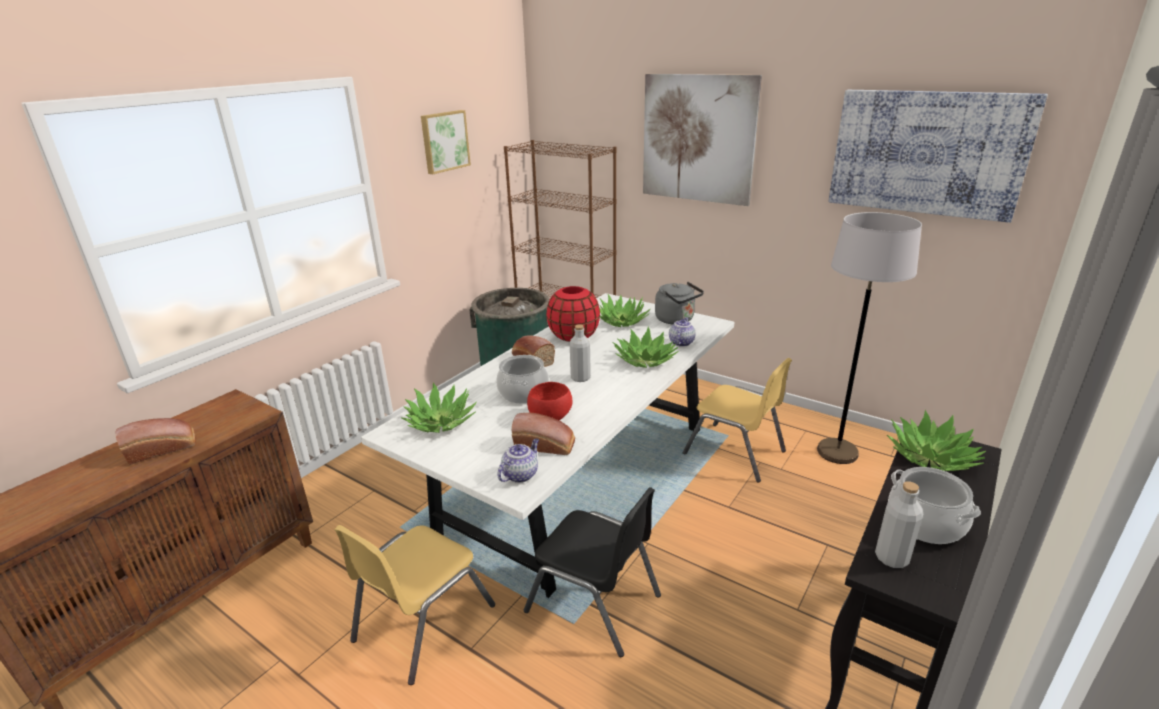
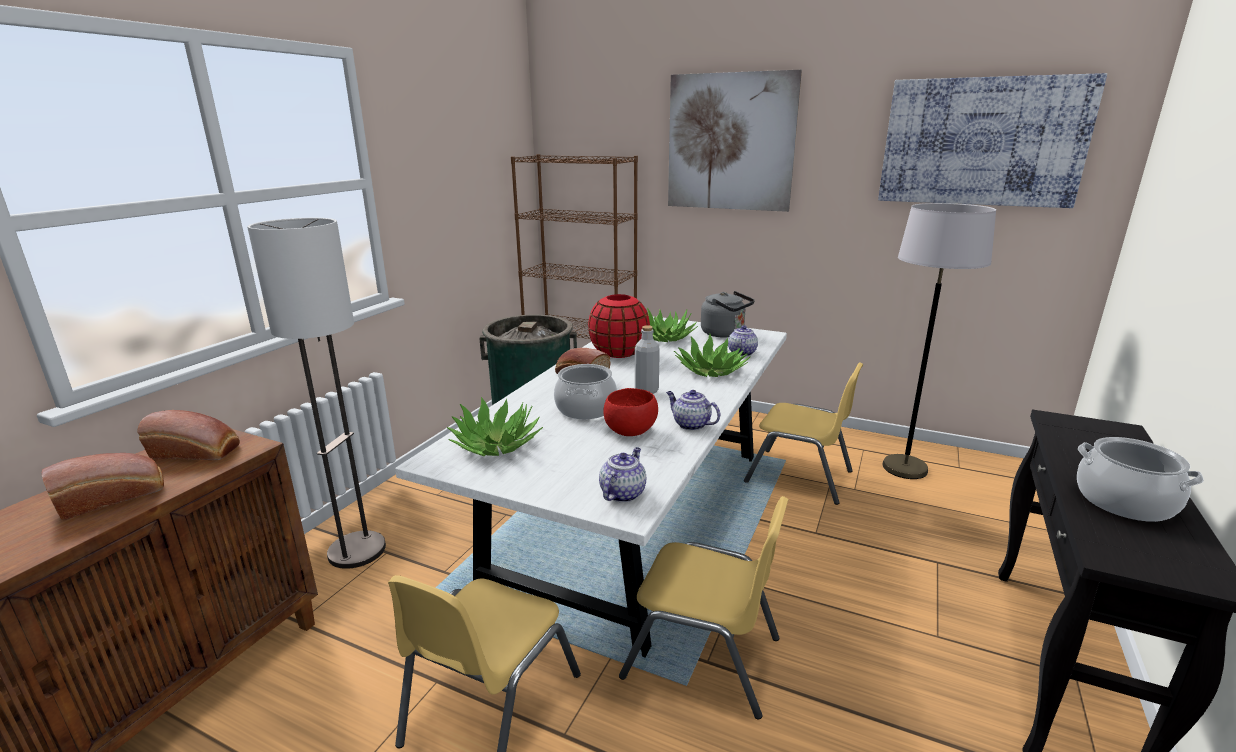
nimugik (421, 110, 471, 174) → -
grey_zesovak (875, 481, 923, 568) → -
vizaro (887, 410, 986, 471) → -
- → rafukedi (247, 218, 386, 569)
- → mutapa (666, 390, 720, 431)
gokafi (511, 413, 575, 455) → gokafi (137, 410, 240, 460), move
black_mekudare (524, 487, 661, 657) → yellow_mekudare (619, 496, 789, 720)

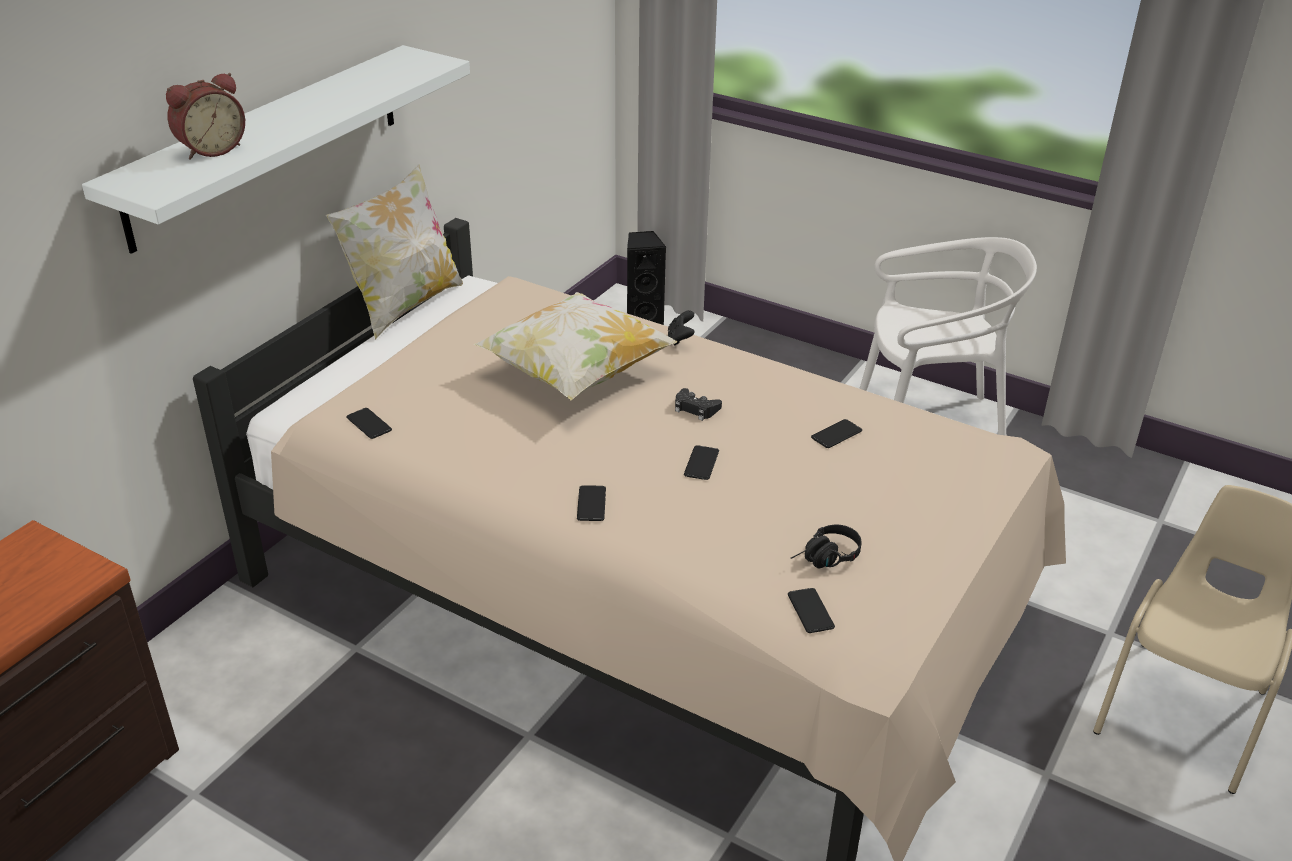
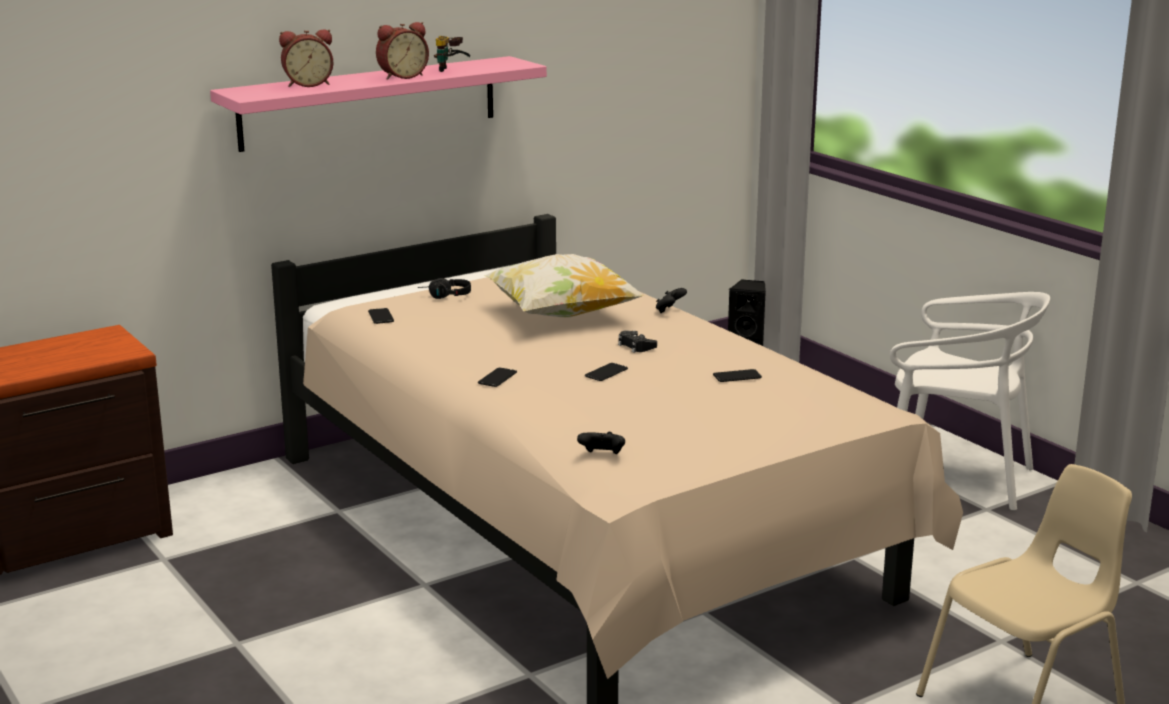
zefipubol (326, 164, 463, 340) → -
- → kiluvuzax (376, 22, 429, 80)
- → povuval (434, 36, 470, 72)
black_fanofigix (791, 525, 862, 569) → black_fanofigix (418, 278, 471, 299), move
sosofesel (788, 588, 835, 633) → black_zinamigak (577, 432, 625, 454)
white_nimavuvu (82, 45, 470, 254) → pink_nimavuvu (210, 56, 547, 152)

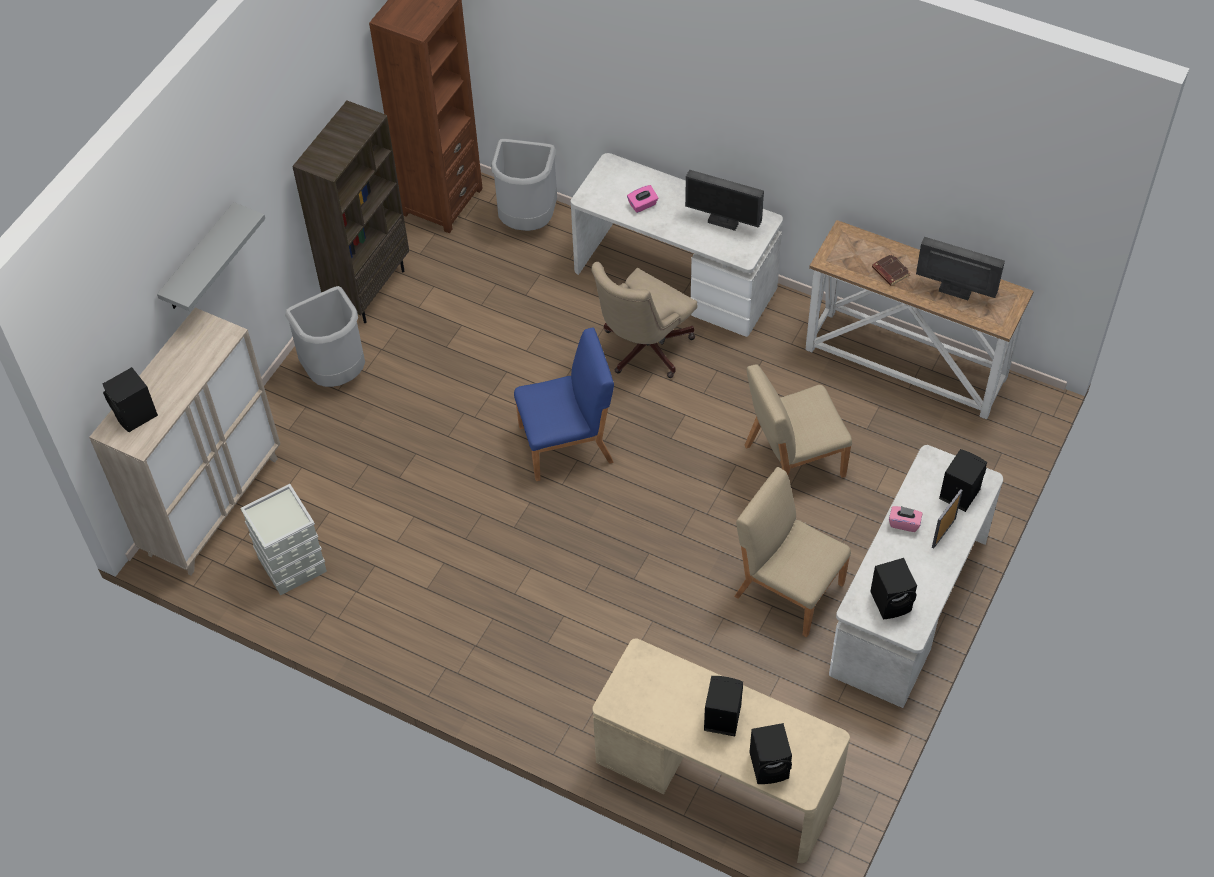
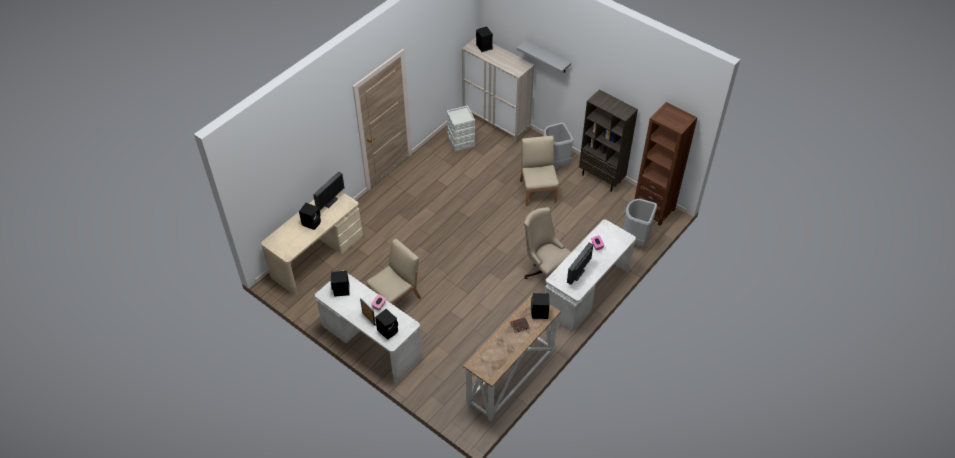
blue_mekudare (514, 327, 614, 481) → -
beige_mekudare (744, 364, 852, 478) → beige_mekudare (520, 136, 559, 206), move
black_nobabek (750, 723, 792, 784) → black_nobabek (531, 293, 549, 319), move
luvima (916, 237, 1005, 300) → luvima (313, 172, 345, 211), move

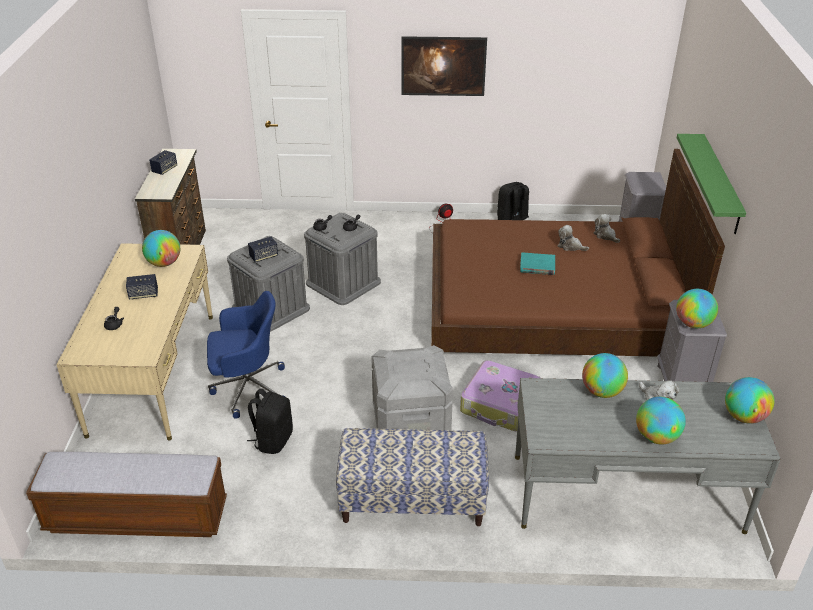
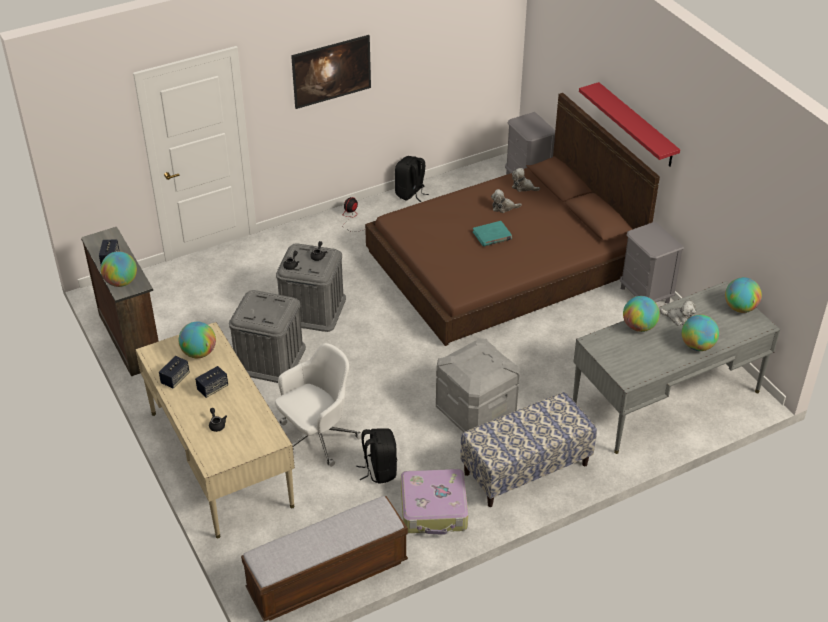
nobabek (248, 237, 278, 262) → nobabek (159, 356, 190, 388), move
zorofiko (460, 360, 541, 431) → zorofiko (401, 469, 468, 535), move
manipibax (676, 289, 718, 328) → manipibax (101, 251, 137, 287), move
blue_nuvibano (207, 291, 285, 419) → white_nuvibano (275, 343, 362, 467)
green_nimavuvu (677, 134, 746, 234) → red_nimavuvu (579, 82, 680, 167)

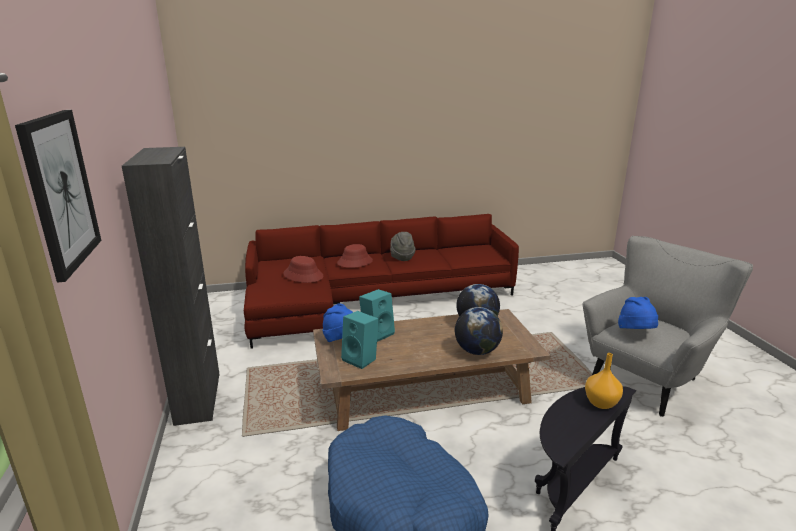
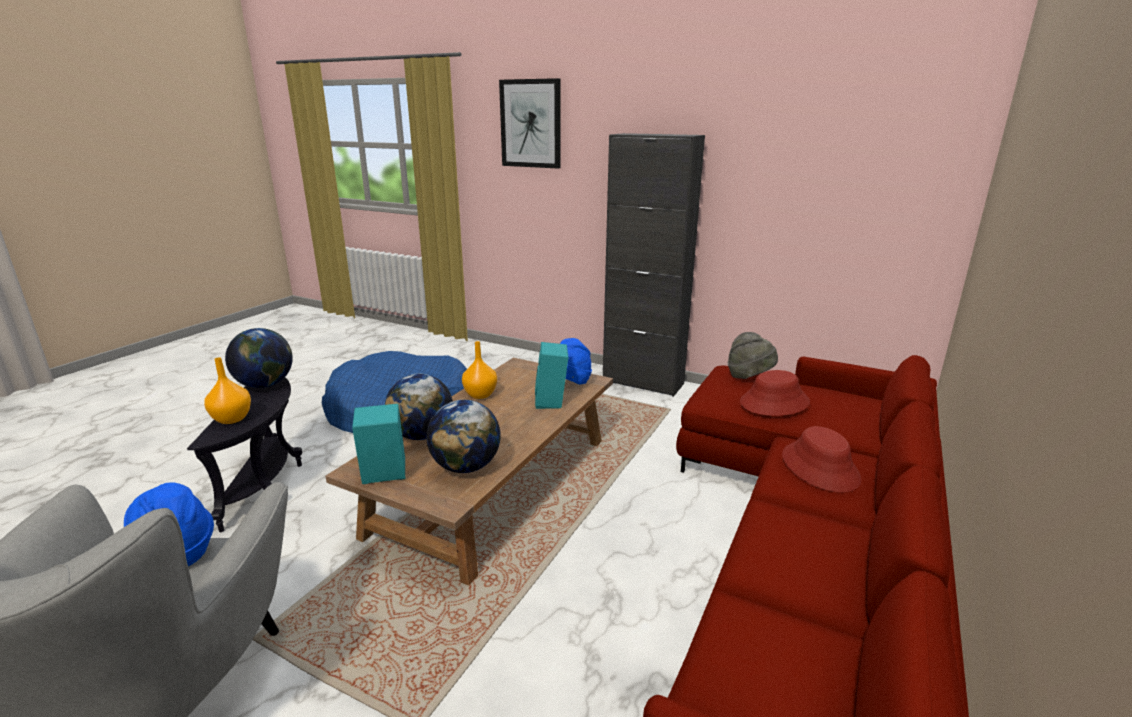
- → manipibax (225, 328, 293, 388)
- → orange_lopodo (462, 341, 497, 399)
turquoise_nobabek (341, 311, 379, 369) → turquoise_nobabek (352, 404, 405, 484), move
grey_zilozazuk (390, 232, 415, 261) → grey_zilozazuk (728, 332, 778, 379), move

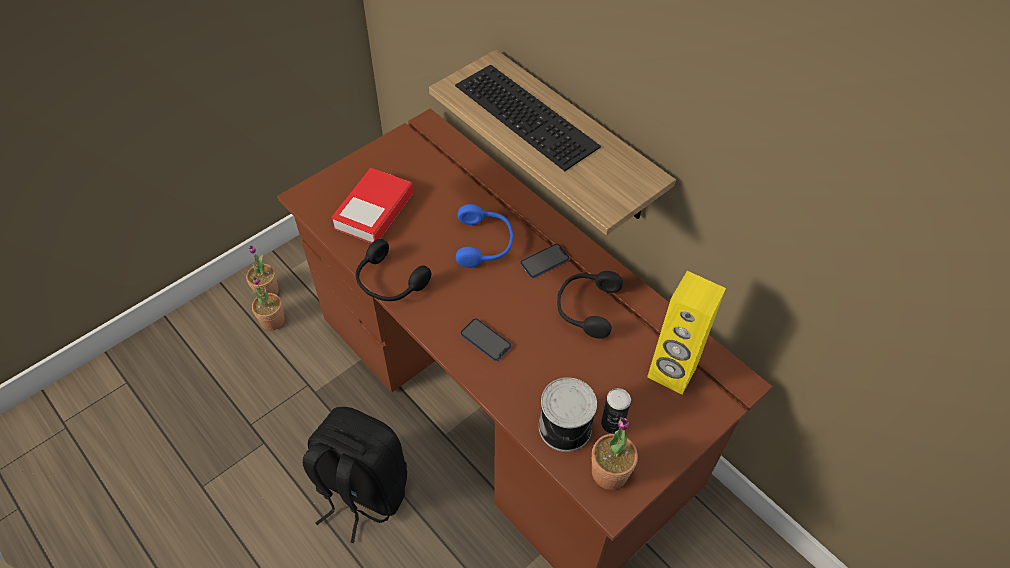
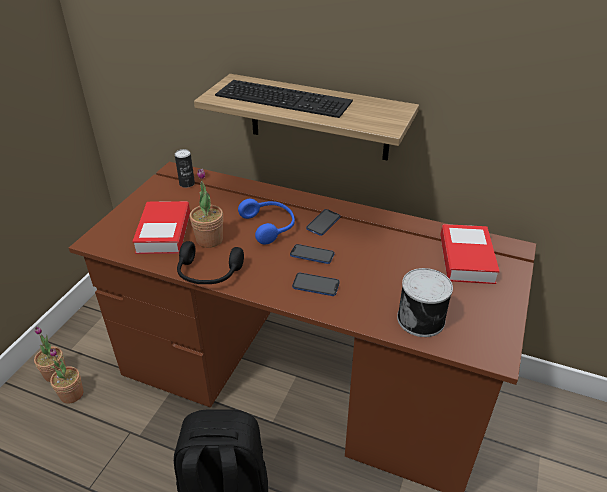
black_fanofigix (557, 271, 623, 339) → -
- → sosofesel (290, 244, 335, 264)
vizaro (592, 418, 638, 490) → vizaro (190, 168, 223, 248), move
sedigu (601, 388, 631, 434) → sedigu (175, 149, 195, 188), move
yellow_nobabek (647, 271, 726, 395) → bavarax (440, 224, 500, 284)

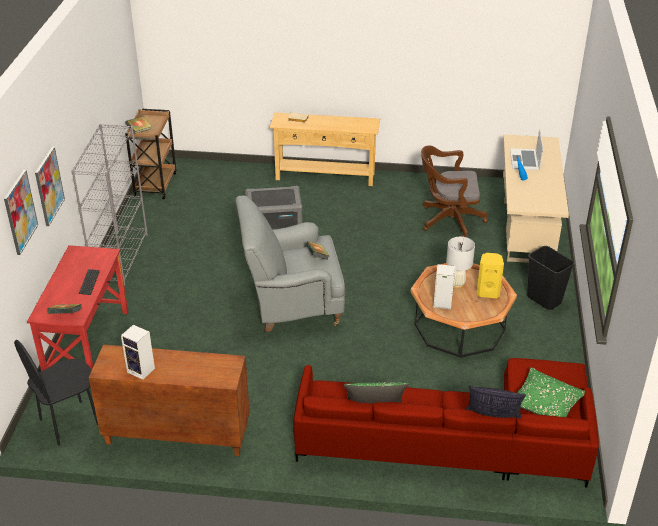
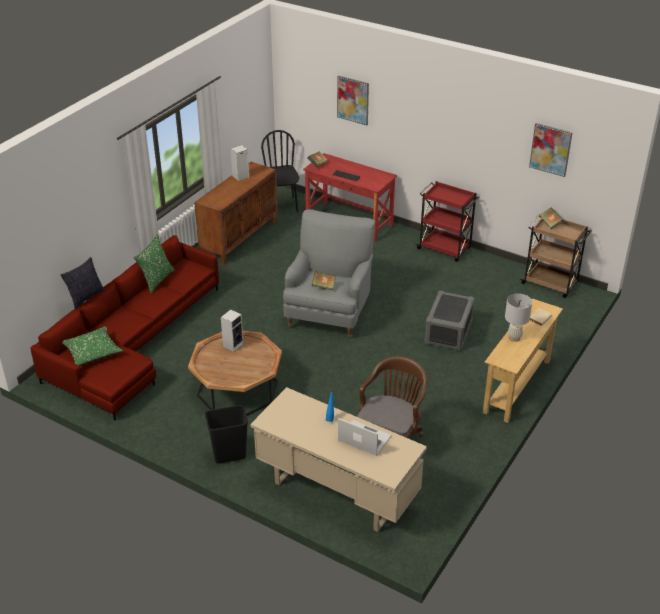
yellow_nobabek (476, 253, 504, 298) → -
nimugik (35, 147, 65, 226) → nimugik (529, 123, 573, 177), move
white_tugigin (446, 237, 475, 289) → white_tugigin (505, 293, 532, 342), move
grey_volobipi (71, 124, 148, 286) → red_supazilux (416, 181, 479, 262)

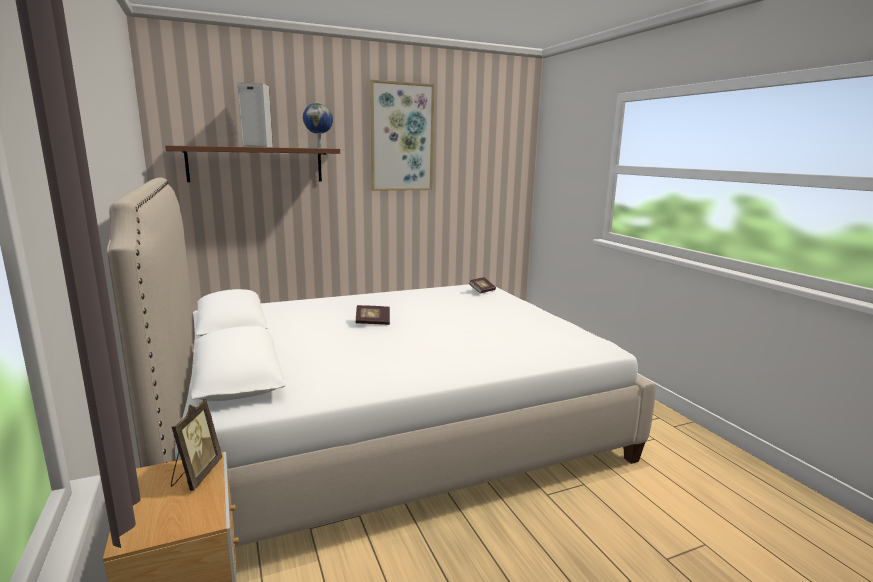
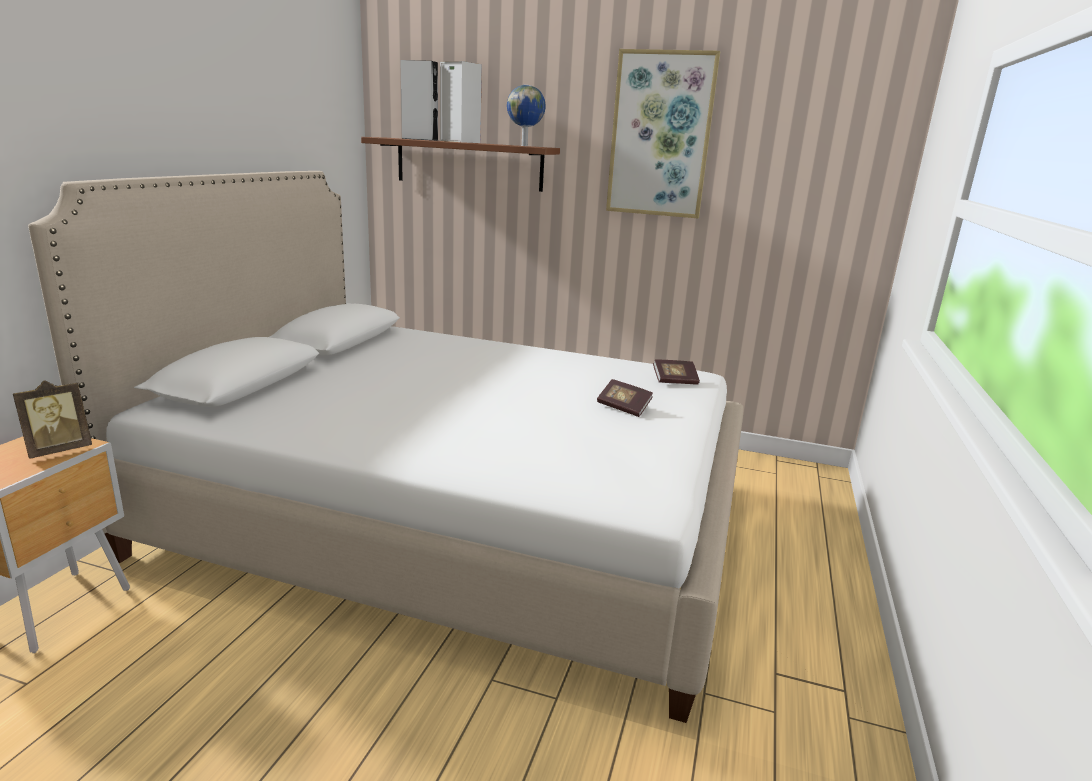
- → grey_nobabek (400, 60, 438, 141)
bavarax (356, 305, 390, 325) → bavarax (597, 379, 653, 417), move

